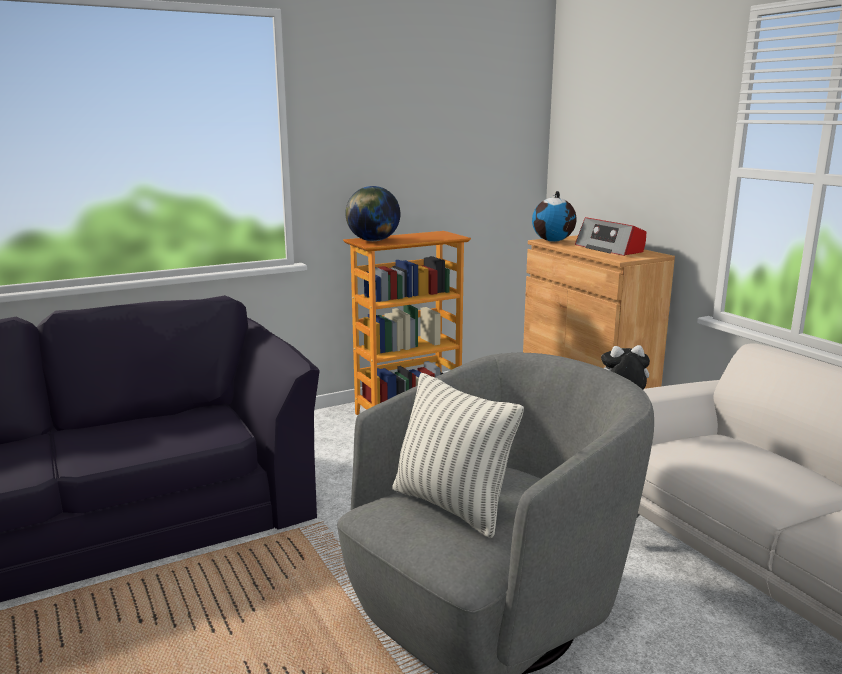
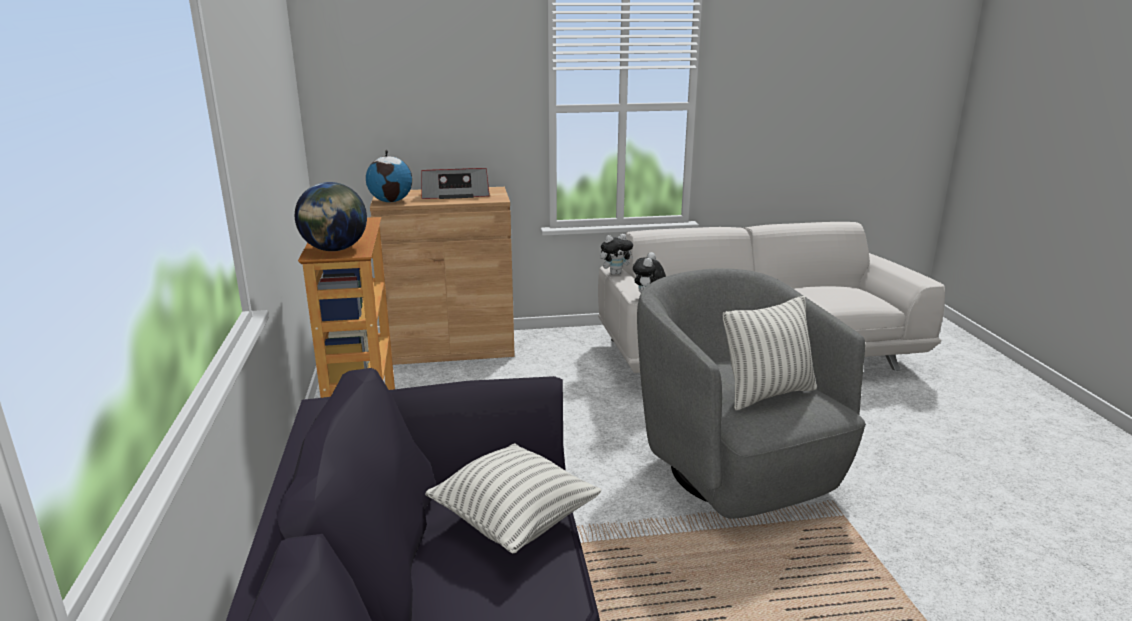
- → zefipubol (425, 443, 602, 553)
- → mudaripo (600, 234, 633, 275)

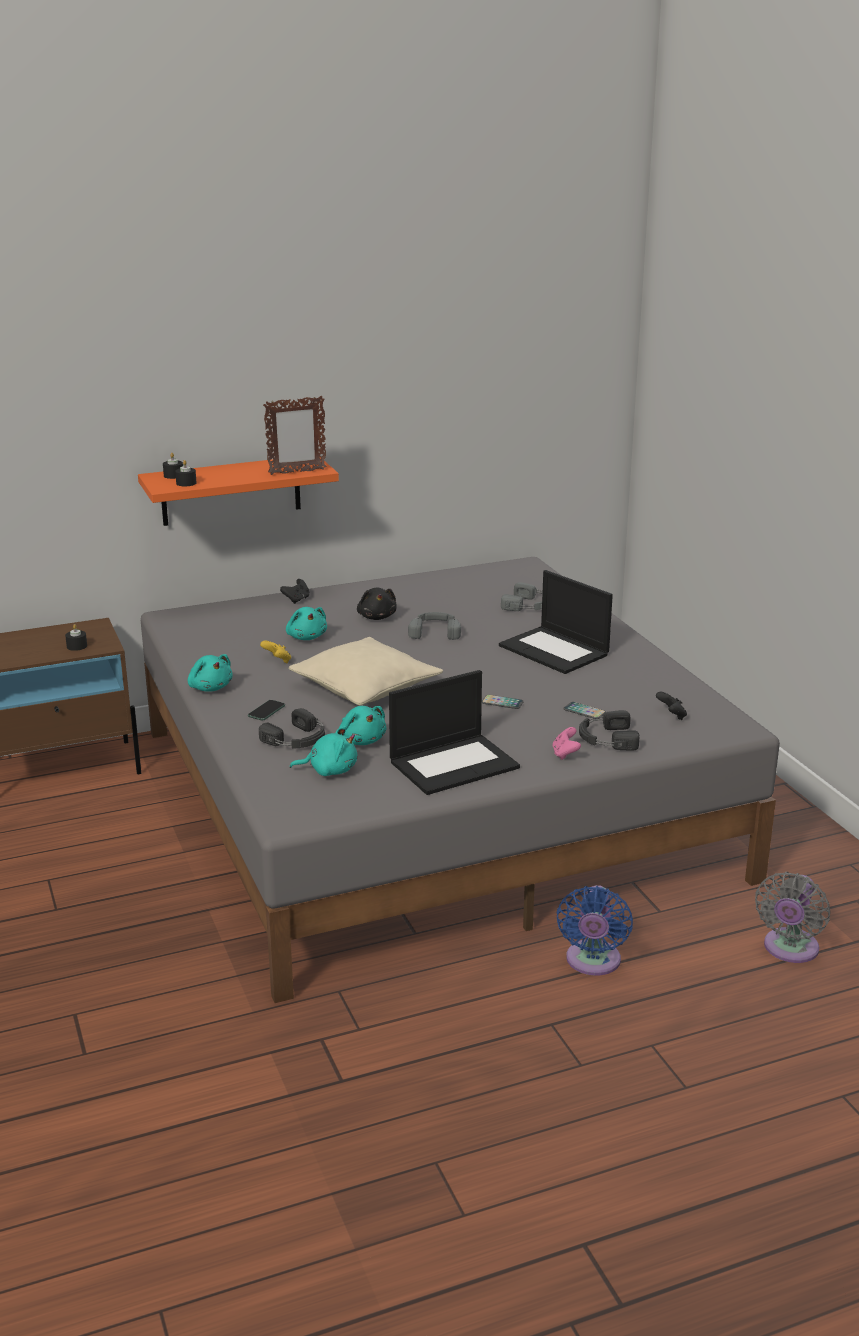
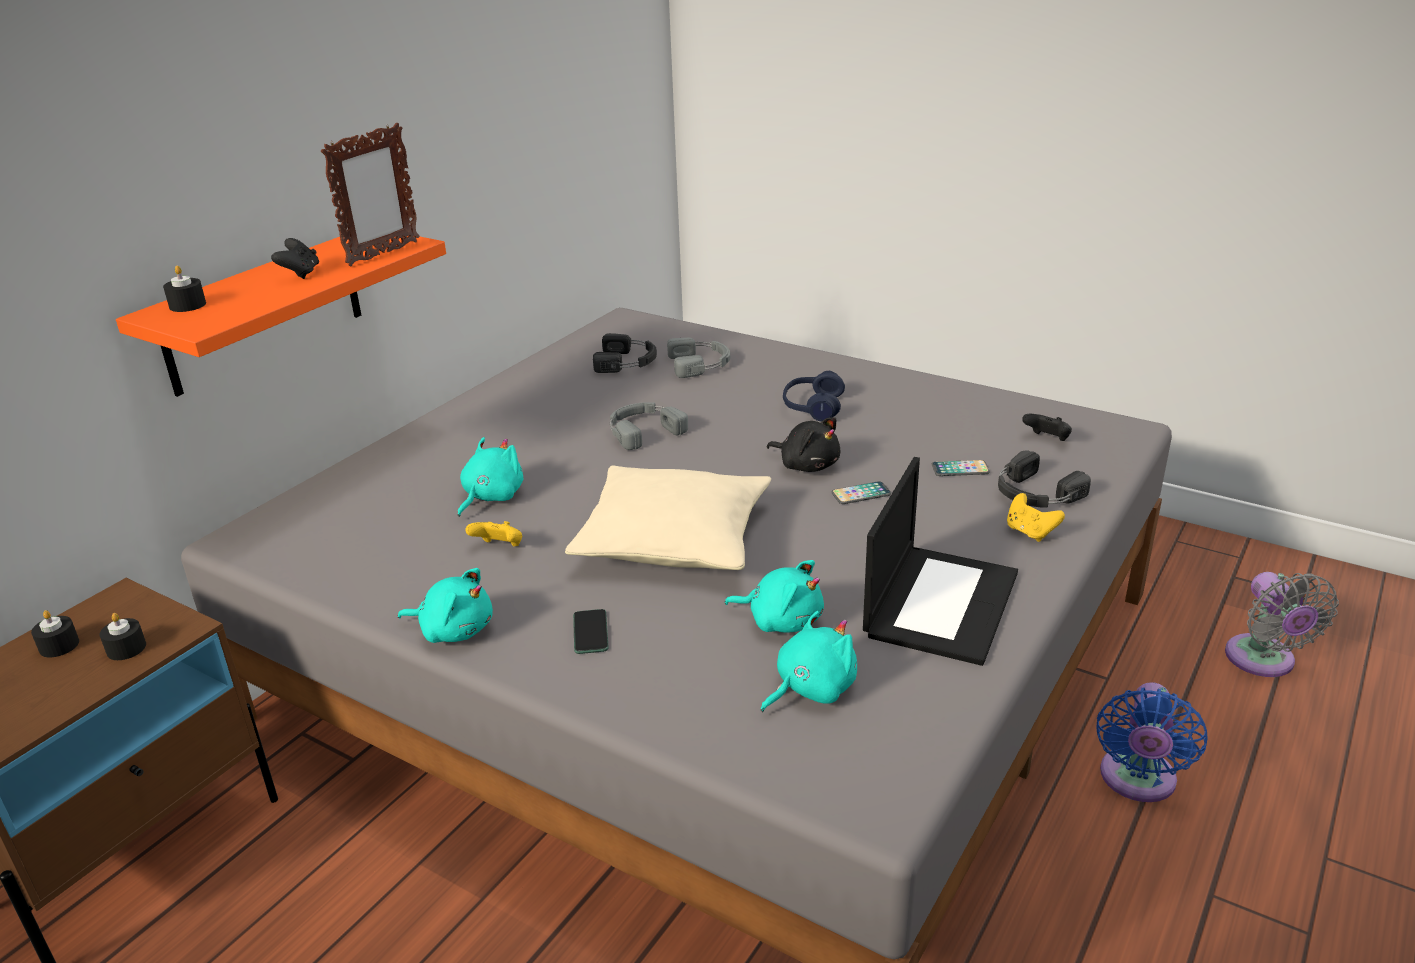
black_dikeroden (175, 460, 197, 486) → black_dikeroden (31, 610, 79, 657), move
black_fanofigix (259, 708, 325, 749) → black_fanofigix (593, 333, 657, 373), move
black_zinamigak (280, 579, 310, 604) → black_zinamigak (271, 238, 319, 279), move
black_mudaripo (357, 588, 396, 620) → black_mudaripo (767, 417, 840, 472), move
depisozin (499, 570, 613, 674) → blue_fanofigix (783, 371, 845, 422)
pink_zinamigak (552, 727, 581, 760) → yellow_zinamigak (1007, 493, 1065, 542)
turquoise_mudaripo (286, 607, 327, 640) → turquoise_mudaripo (458, 437, 523, 517), 90 degrees counterclockwise
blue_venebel (556, 885, 633, 976) → blue_venebel (1096, 682, 1207, 802), 45 degrees clockwise

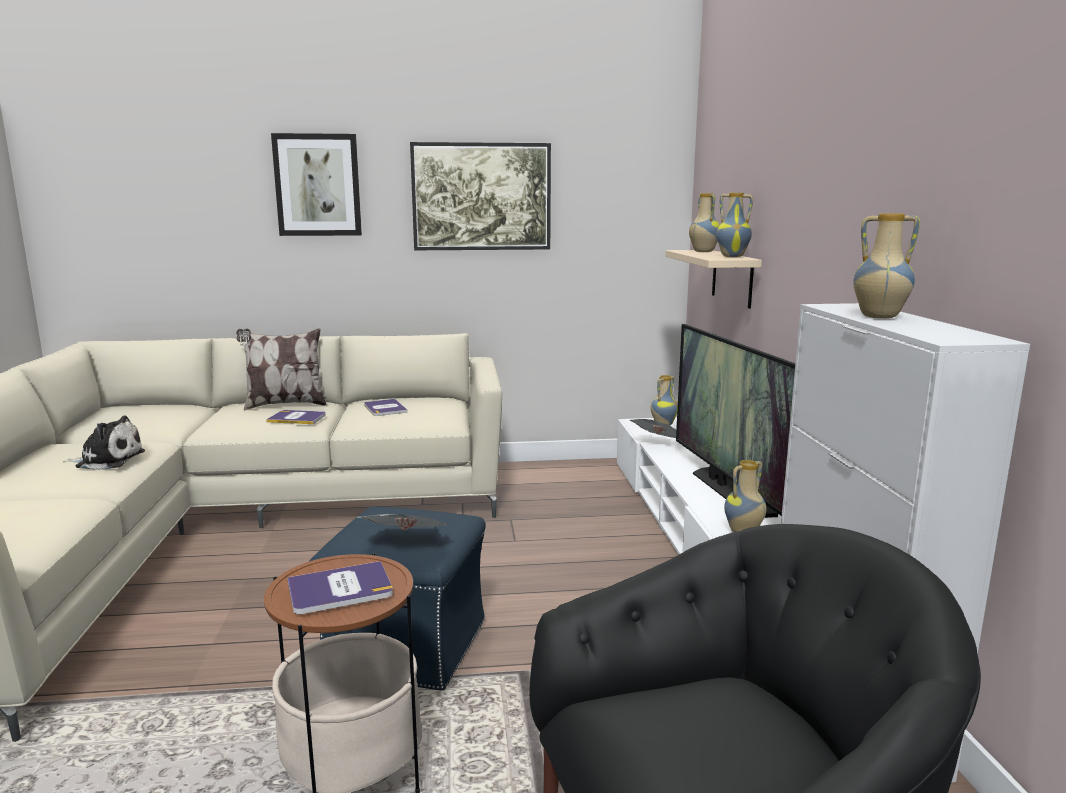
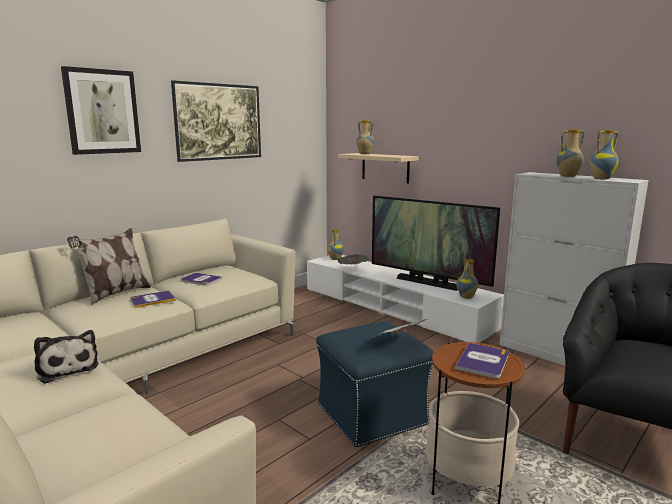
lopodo (716, 193, 753, 257) → lopodo (589, 130, 619, 179), move
mudaripo (63, 415, 145, 470) → mudaripo (34, 330, 99, 384), 90 degrees clockwise

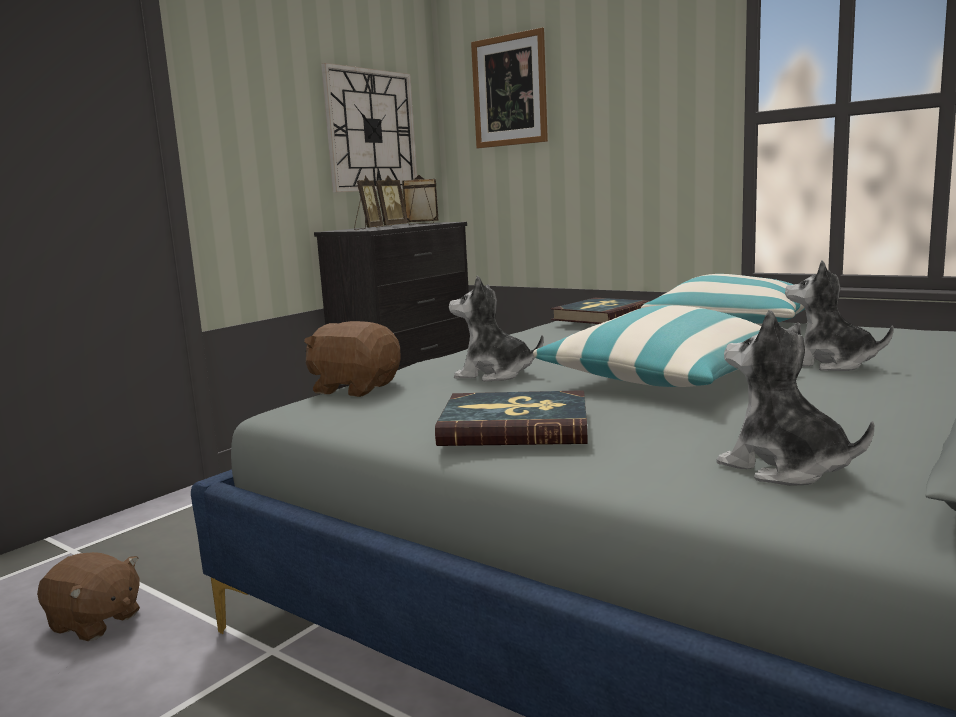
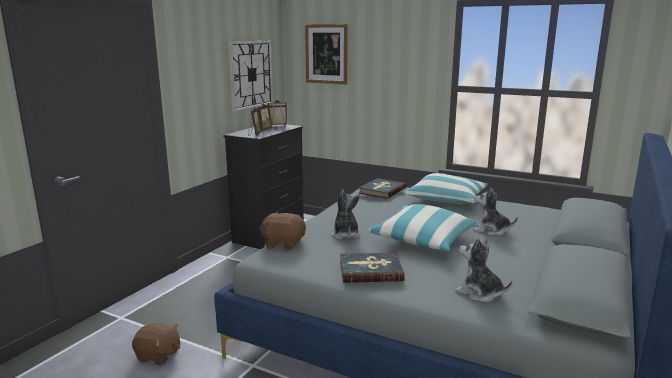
mudaripo (449, 276, 544, 382) → mudaripo (331, 189, 360, 239), 75 degrees clockwise

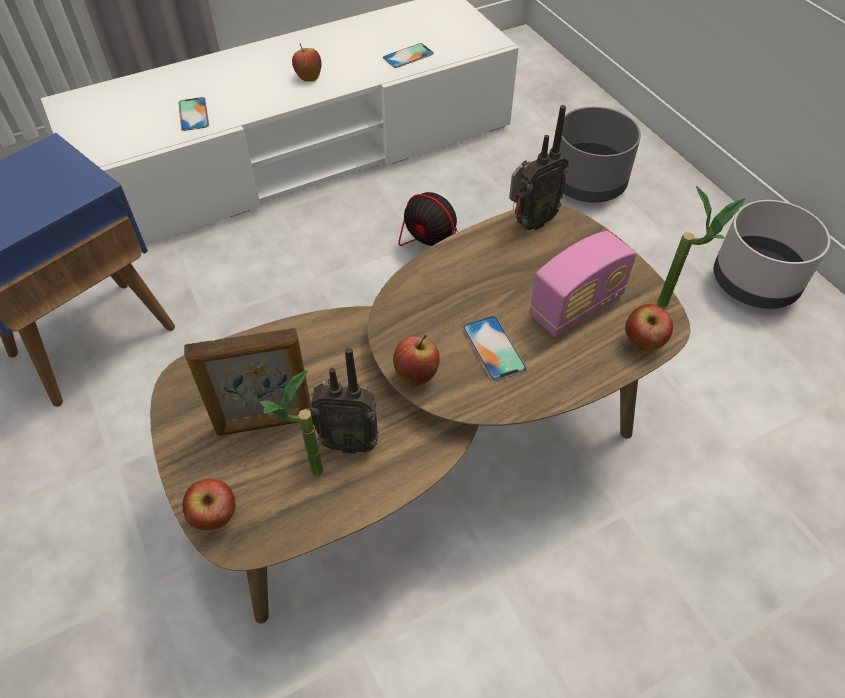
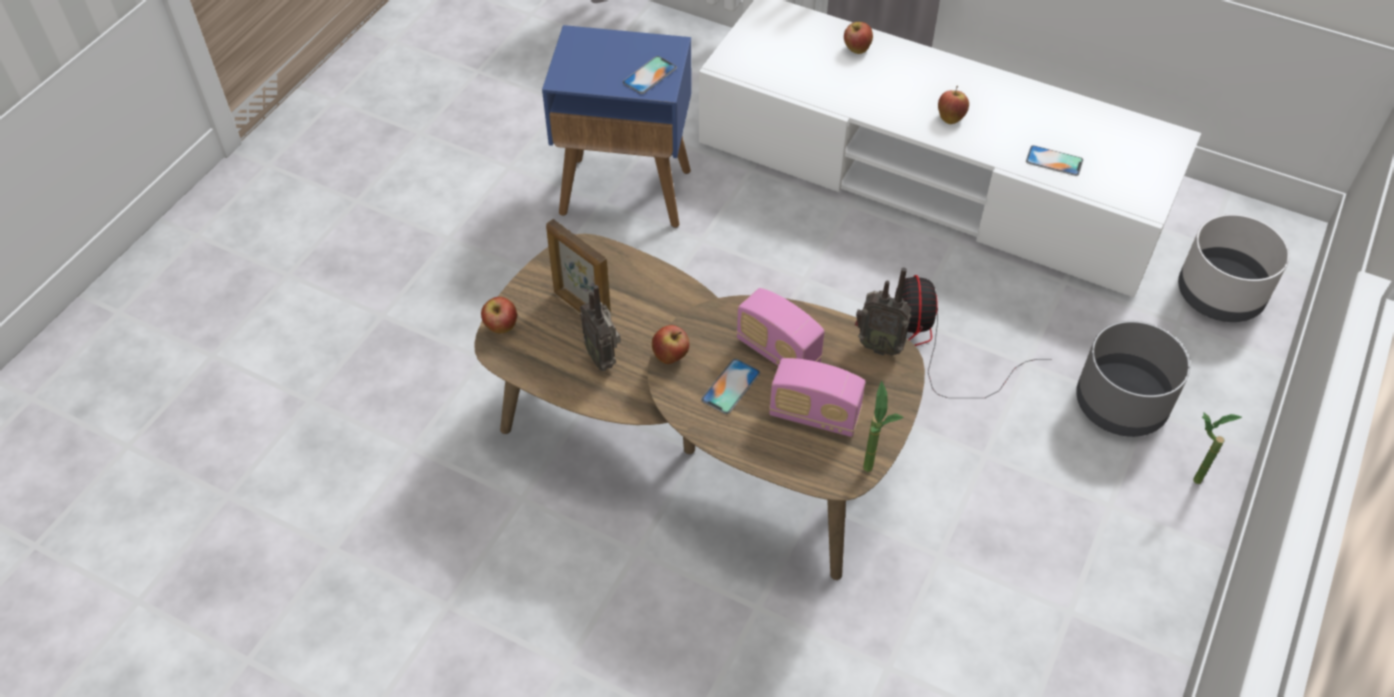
- → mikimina (736, 288, 825, 366)
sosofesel (179, 97, 209, 131) → sosofesel (623, 56, 677, 94), move
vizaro (259, 370, 323, 476) → vizaro (1193, 413, 1242, 484), move
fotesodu (625, 304, 673, 351) → fotesodu (844, 22, 873, 54), move
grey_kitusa (714, 200, 830, 309) → grey_kitusa (1178, 214, 1290, 322), move

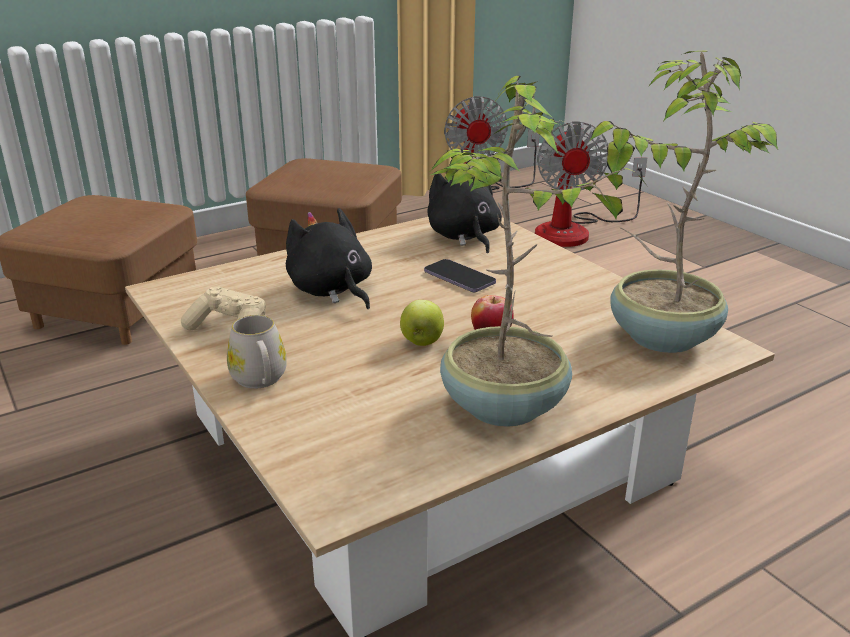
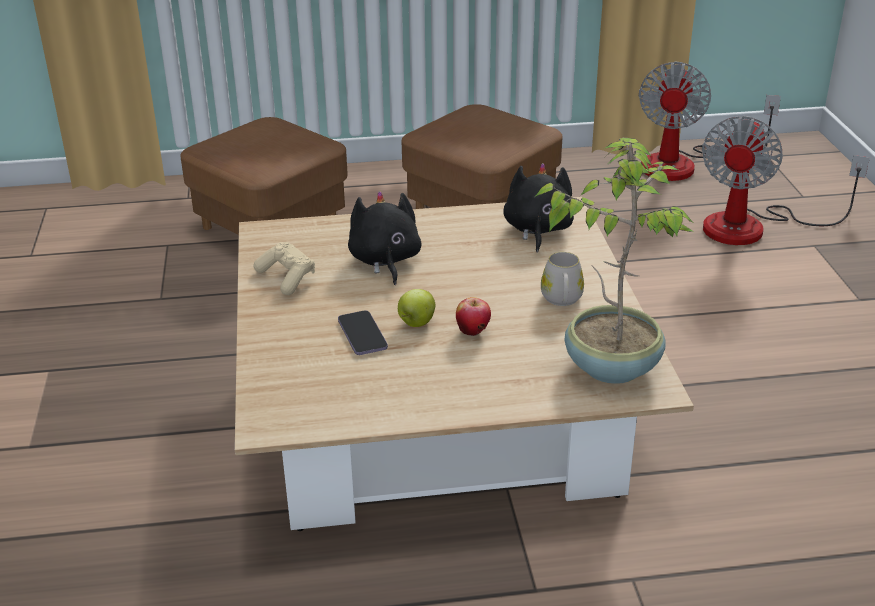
vizaro (429, 76, 645, 427) → -
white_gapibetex (227, 315, 287, 388) → white_gapibetex (541, 252, 584, 306), move
sosofesel (424, 259, 496, 292) → sosofesel (338, 310, 388, 355), move

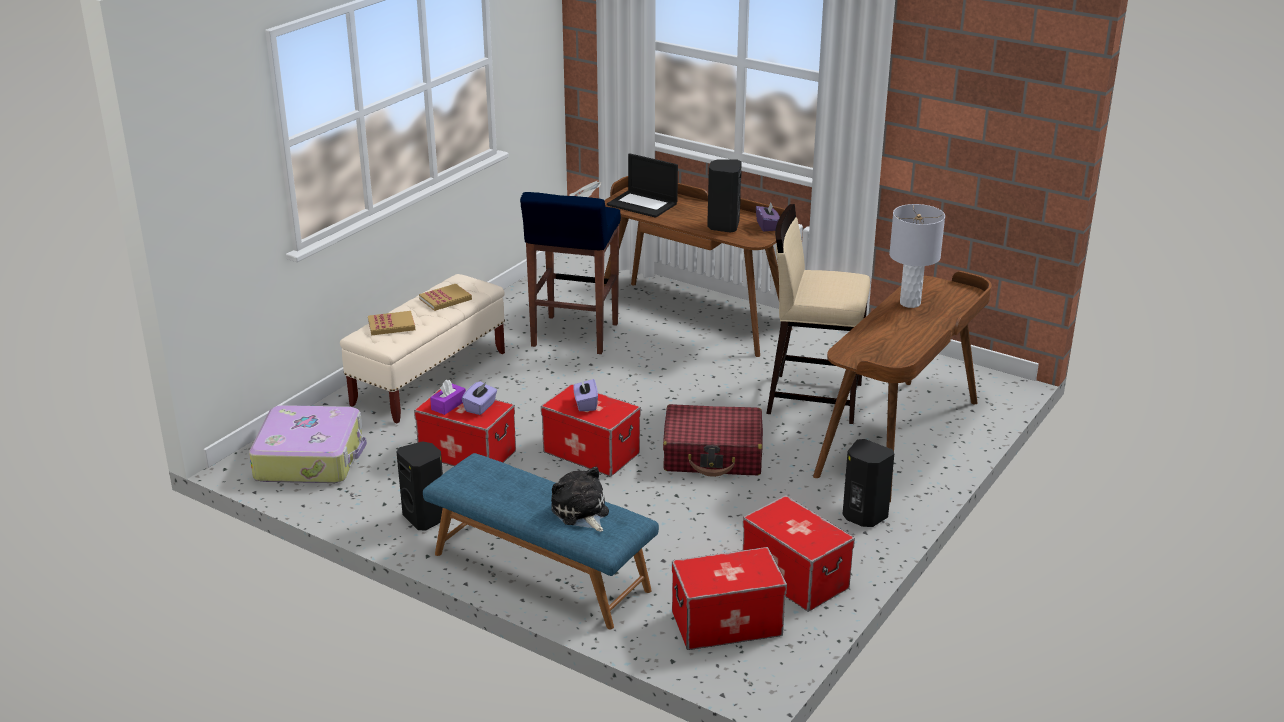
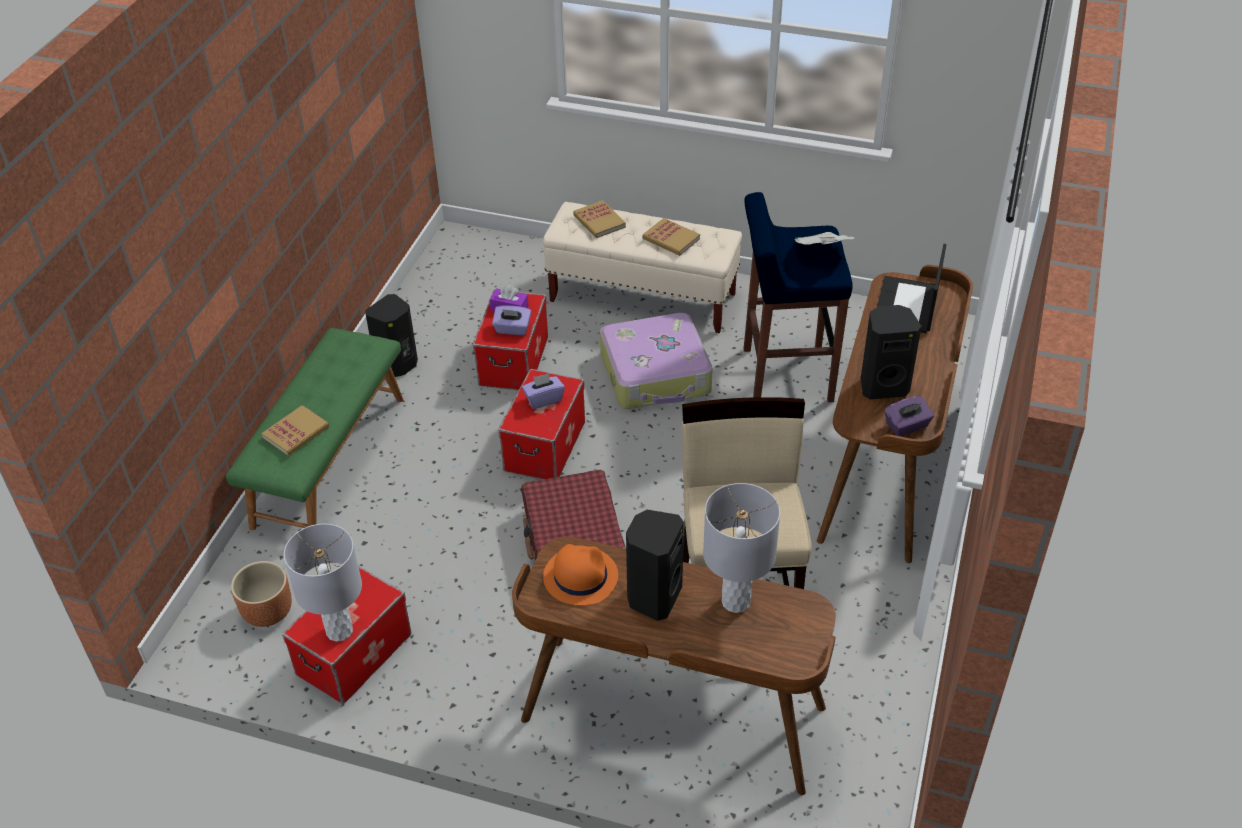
- → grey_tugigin (284, 524, 362, 642)
- → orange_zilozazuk (543, 544, 618, 605)
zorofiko (249, 405, 367, 483) → zorofiko (600, 313, 713, 409), move
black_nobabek (843, 439, 894, 527) → black_nobabek (626, 510, 684, 621), move
mudaripo (551, 466, 609, 532) → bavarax (261, 405, 329, 456)
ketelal (672, 547, 787, 650) → brown_kitusa (231, 561, 292, 627)
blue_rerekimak (423, 453, 659, 629) → green_rerekimak (226, 328, 403, 530)

